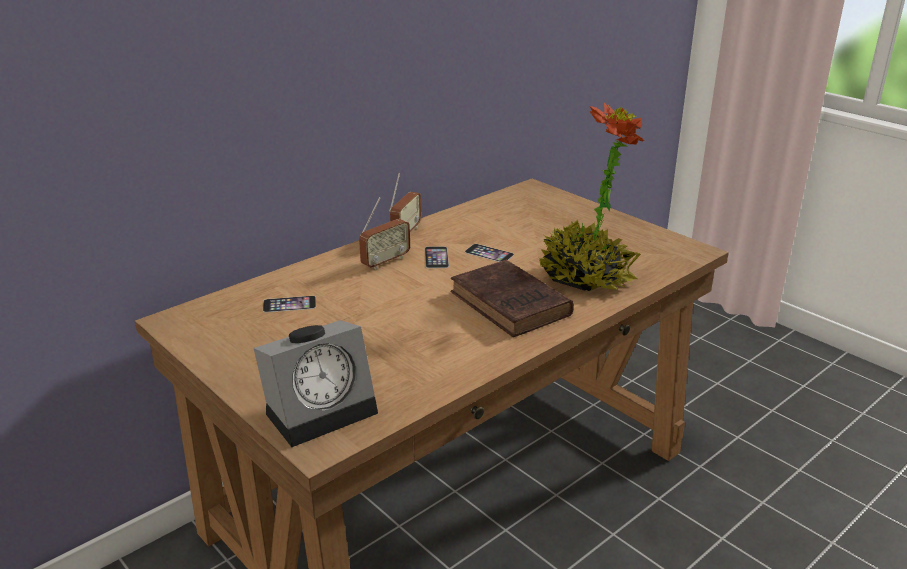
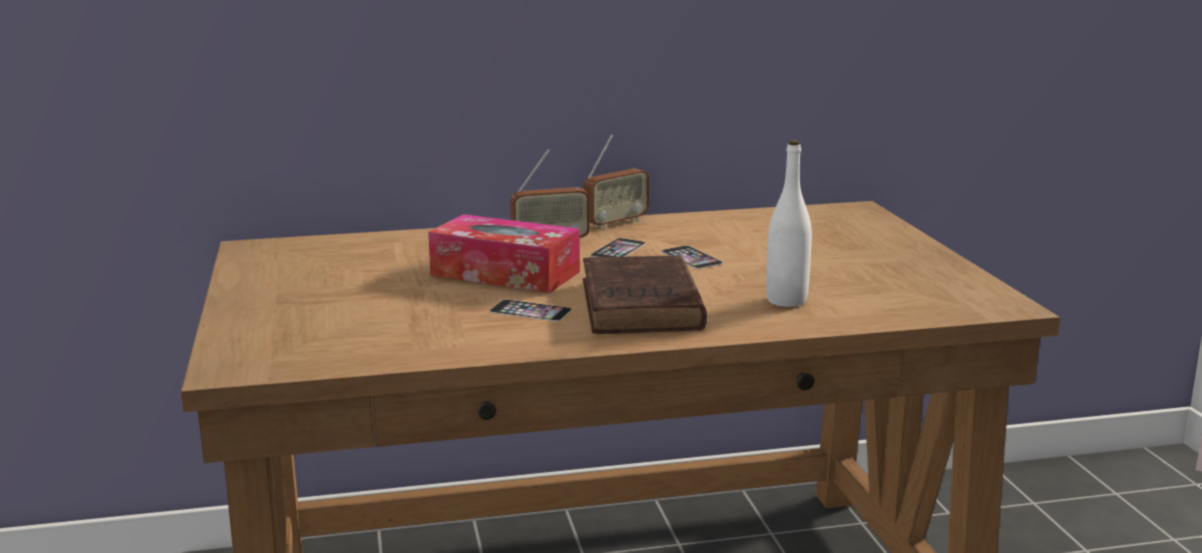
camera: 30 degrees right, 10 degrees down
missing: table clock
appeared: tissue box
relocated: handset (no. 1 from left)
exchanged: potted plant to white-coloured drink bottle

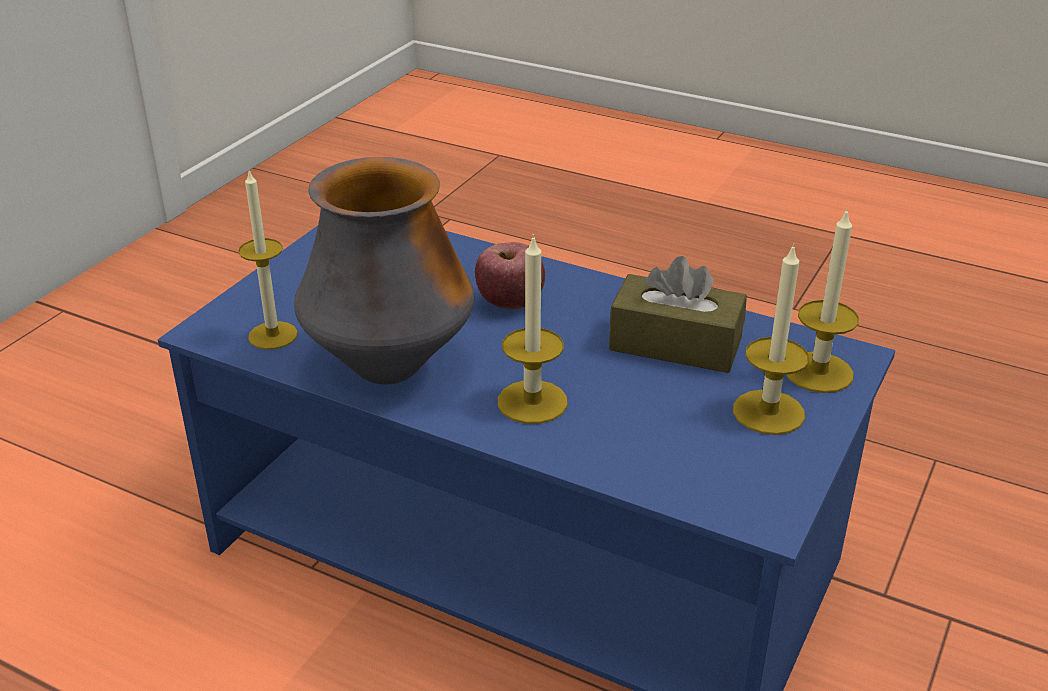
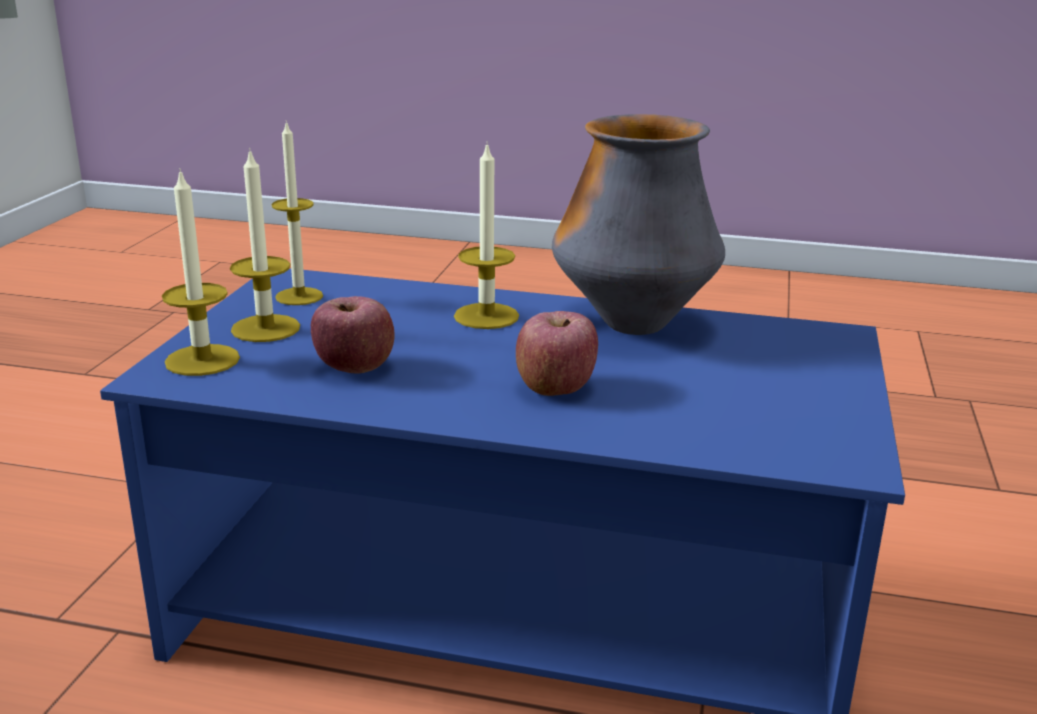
camera: 165 degrees right, 10 degrees down
relocated: wax light (no. 1 from left in the first image) to wax light (no. 3 from left)
exchanged: brownish tissue box to apple fruit (no. 1 from left)

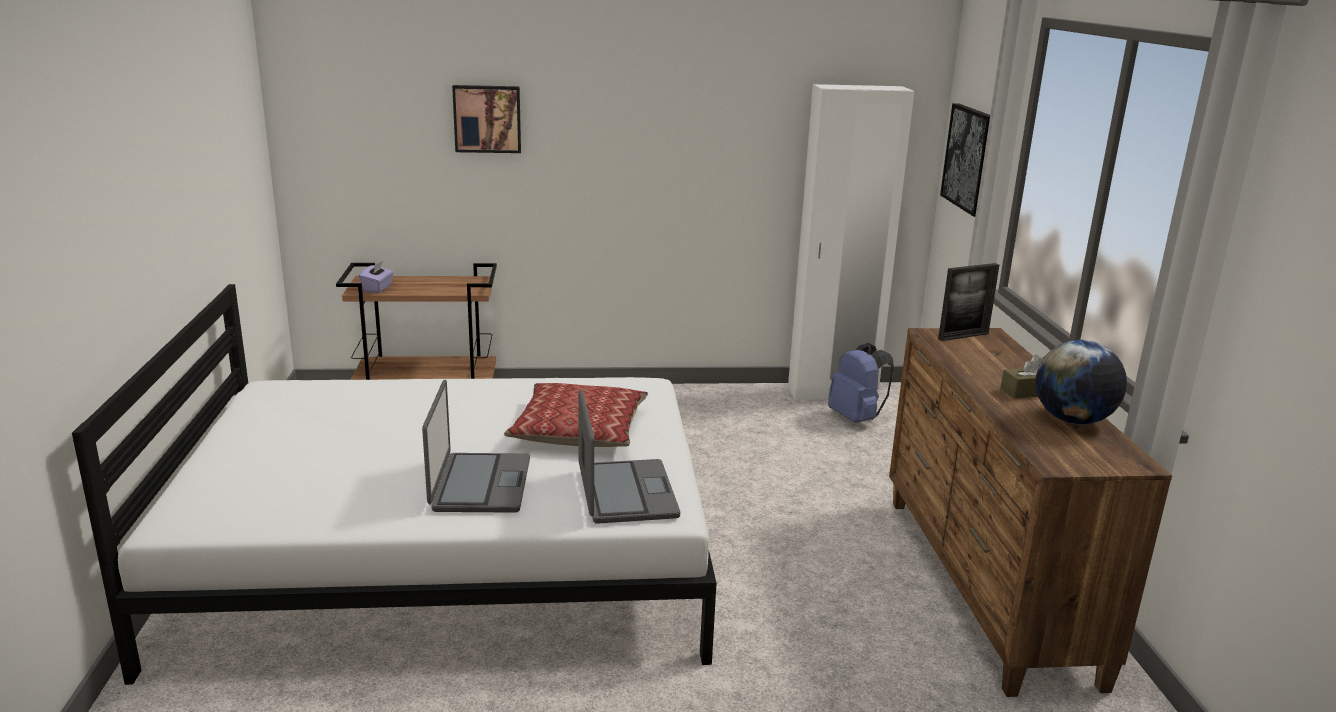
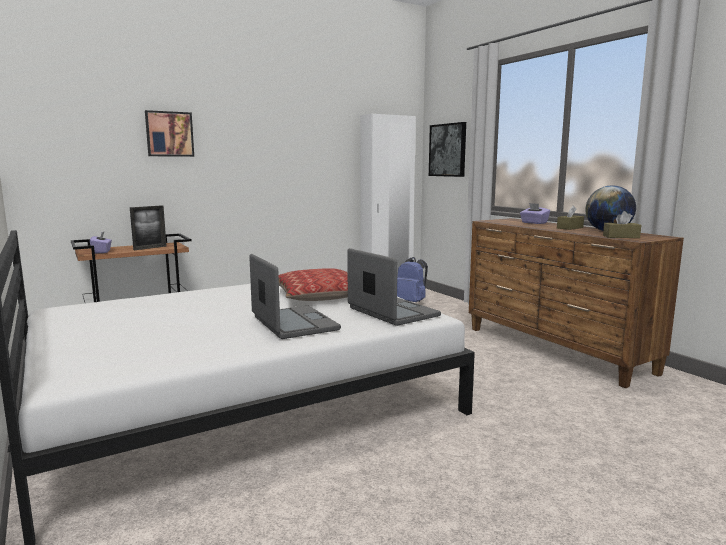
camera: 25 degrees left, 10 degrees down
appeared: purplish tissue box (no. 2 from left); brownish tissue box (no. 2 from left)
relocated: picture frame

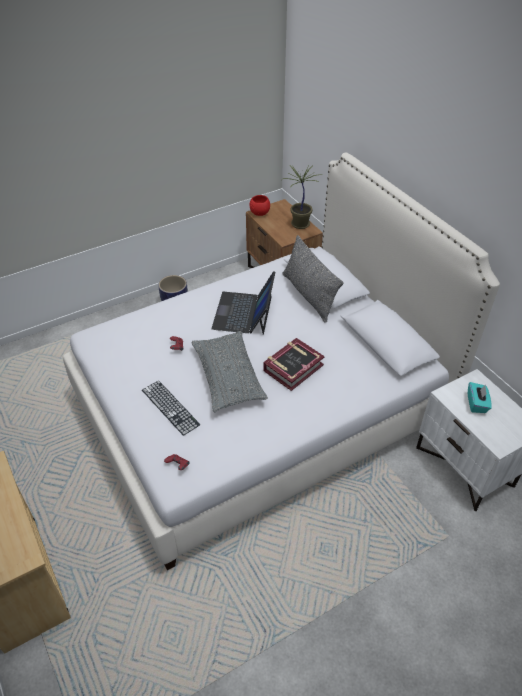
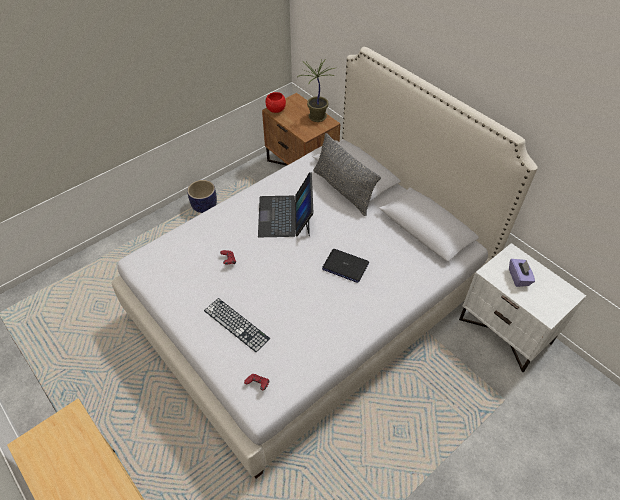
camera: 10 degrees left, 5 degrees up
missing: grey throw pillow (no. 1 from left)
exchanged: book to laptop (no. 2 from left)
colour: turquoise-coloured tissue box to purplish tissue box

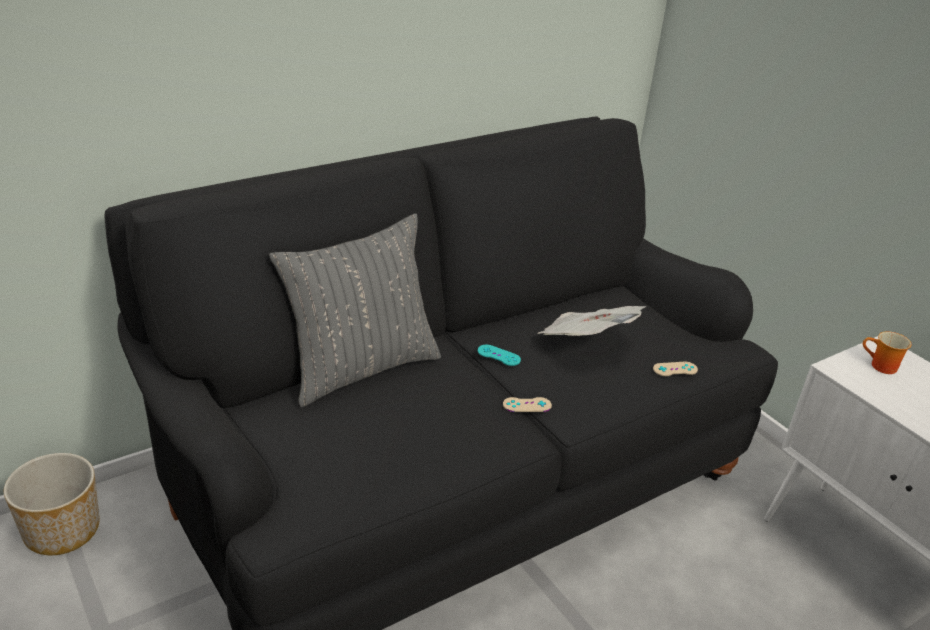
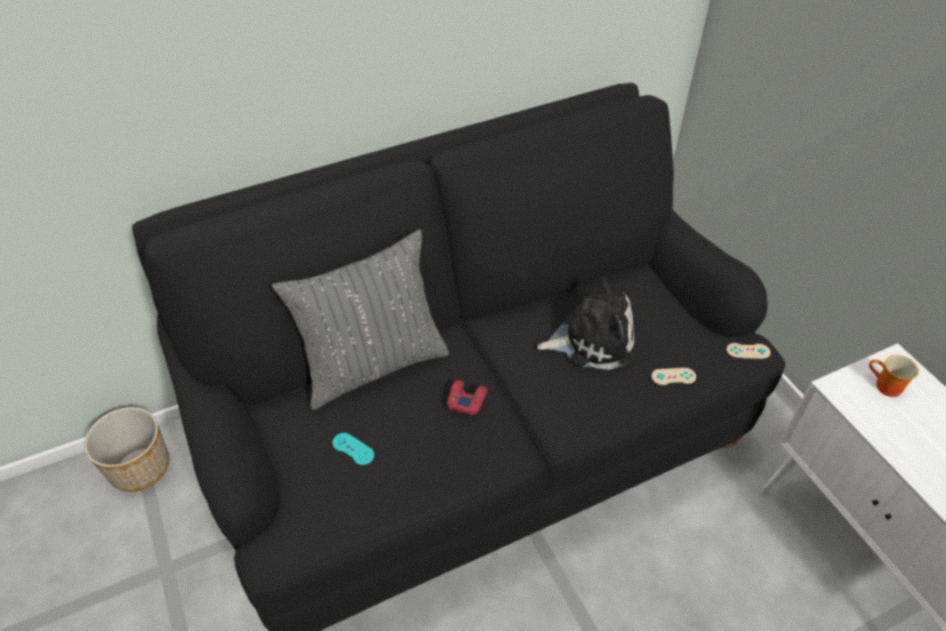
camera: 10 degrees right, 15 degrees up
appeared: red gamepad
relocated: turquoise-coloured gamepad; beige gamepad (no. 1 from left in the first image) to beige gamepad (no. 2 from left)
exchanged: printed paper to cuddly toy

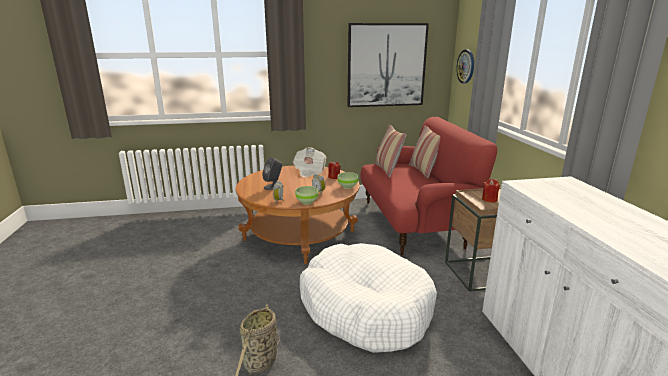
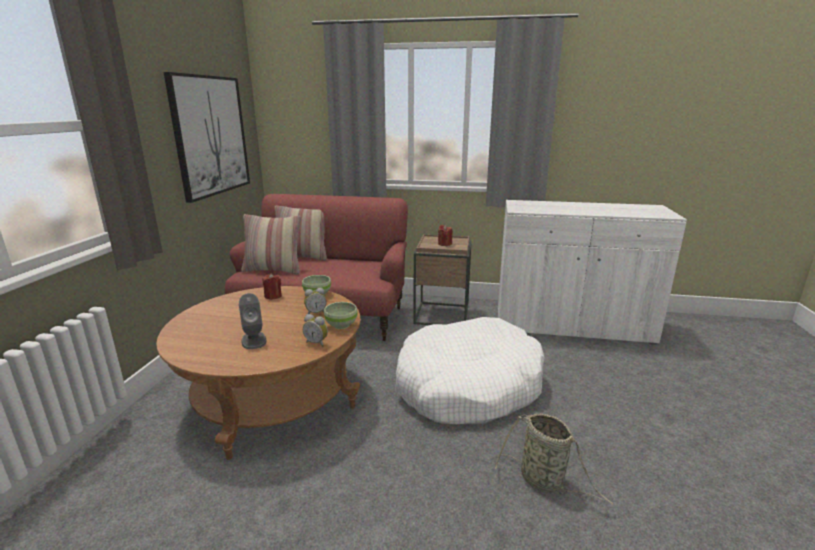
camera: 70 degrees left, 0 degrees up
missing: printed paper; clock on the wall

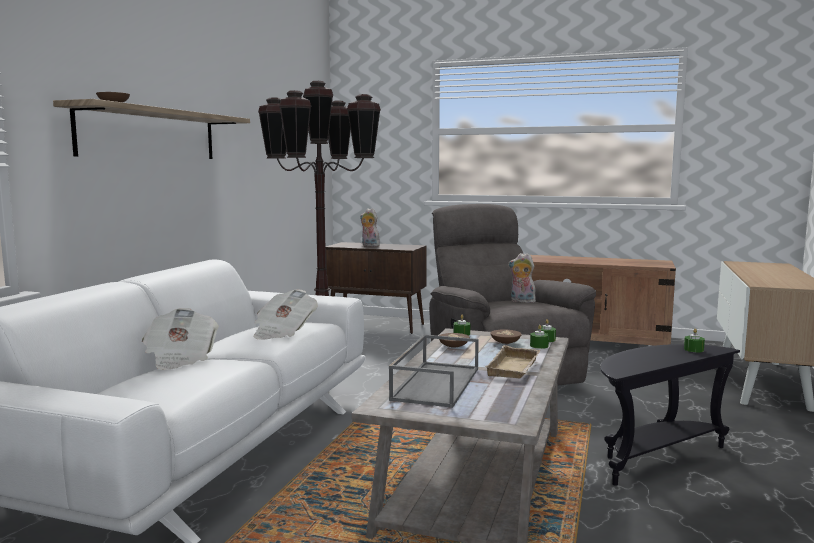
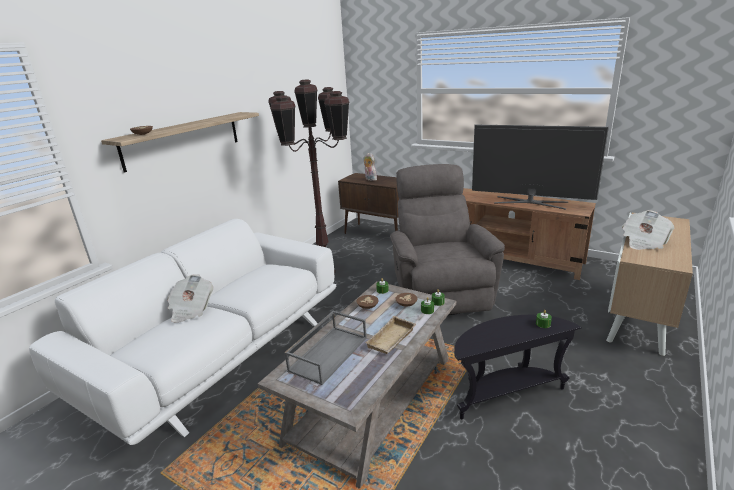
camera: 15 degrees right, 15 degrees up
missing: cuddly toy (no. 2 from left)
appeared: television
relocated: printed paper (no. 2 from left)

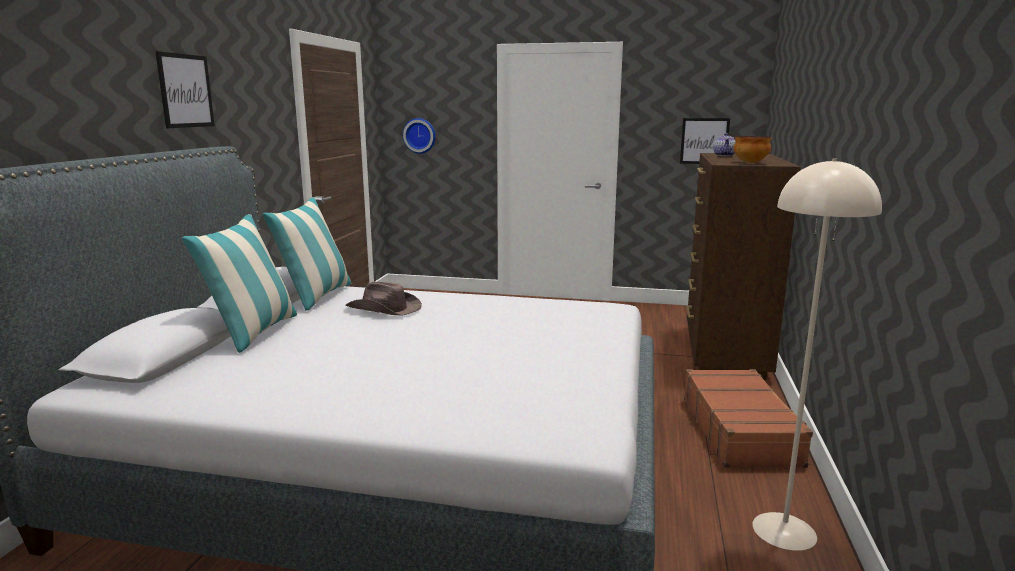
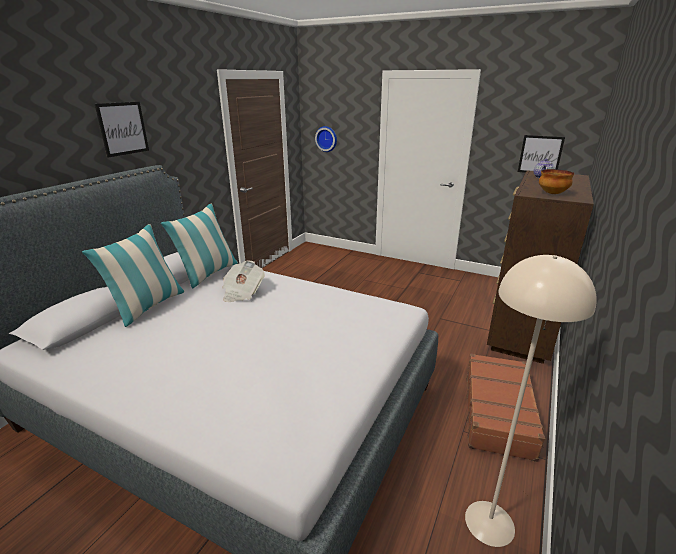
camera: 15 degrees right, 10 degrees up
exchanged: brownish clothing hat to printed paper

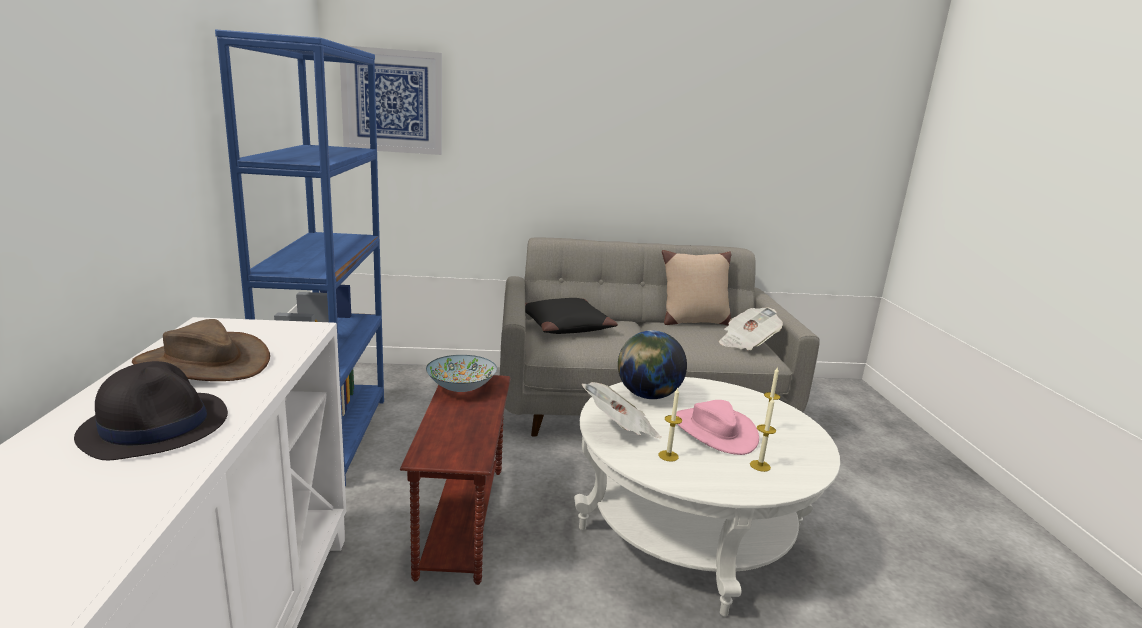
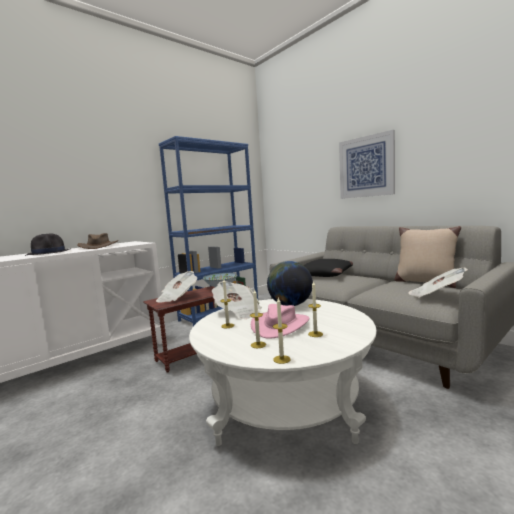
camera: 55 degrees right, 10 degrees down
appeared: printed paper (no. 1 from left); wax light (no. 3 from left)
relocated: picture

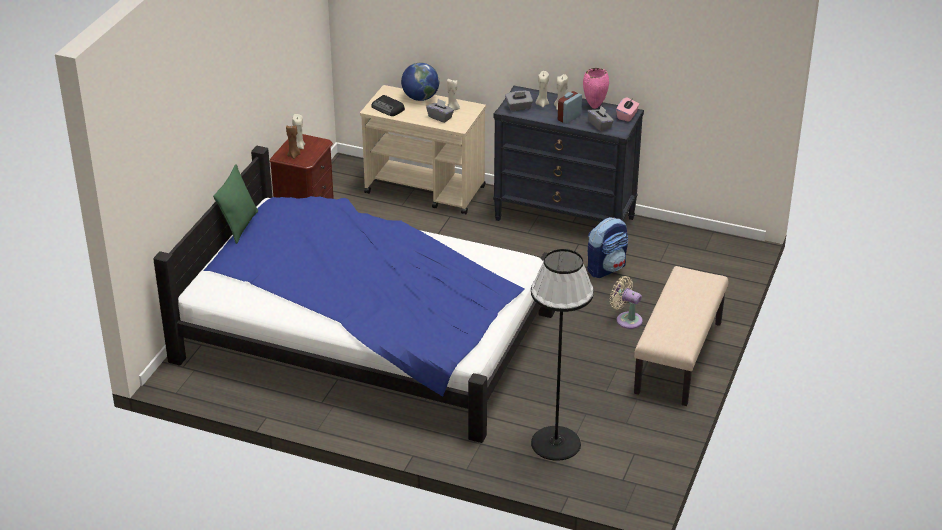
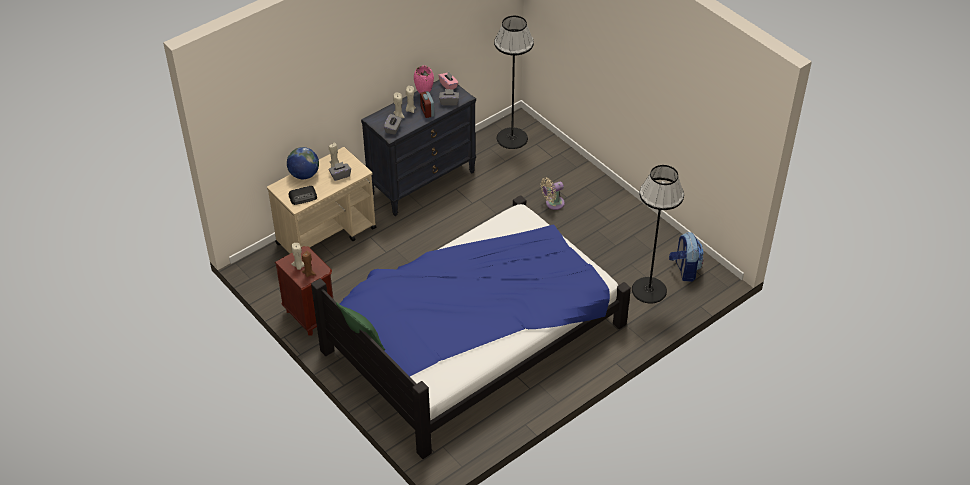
camera: 60 degrees left, 10 degrees up
missing: beige long seat
appeared: black standing lamp (no. 1 from left)
relocated: rucksack

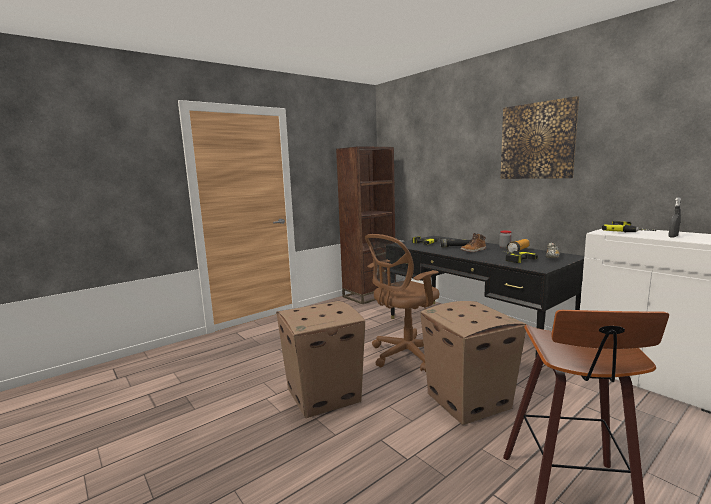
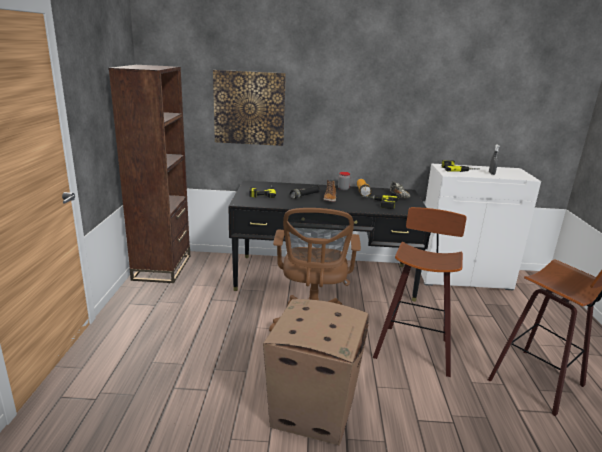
camera: 50 degrees left, 10 degrees up
relocated: picture
exchanged: packing box (no. 2 from left) to sitting stool (no. 1 from left)

